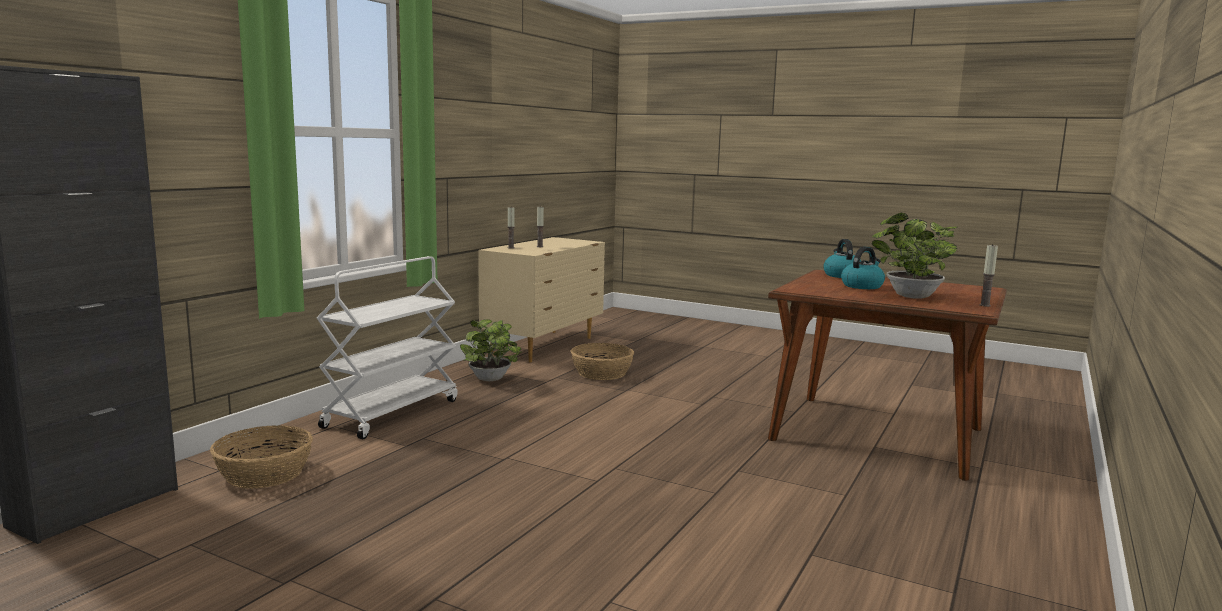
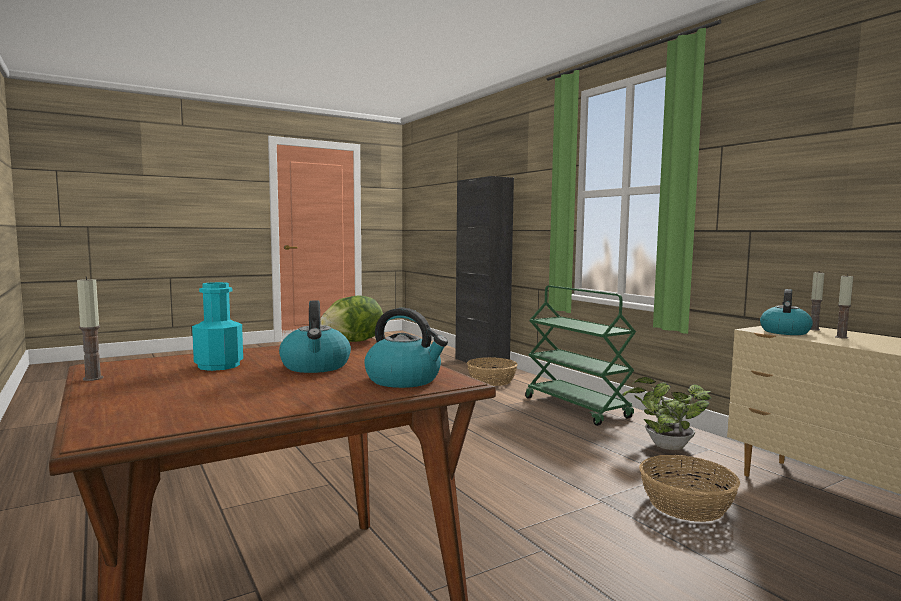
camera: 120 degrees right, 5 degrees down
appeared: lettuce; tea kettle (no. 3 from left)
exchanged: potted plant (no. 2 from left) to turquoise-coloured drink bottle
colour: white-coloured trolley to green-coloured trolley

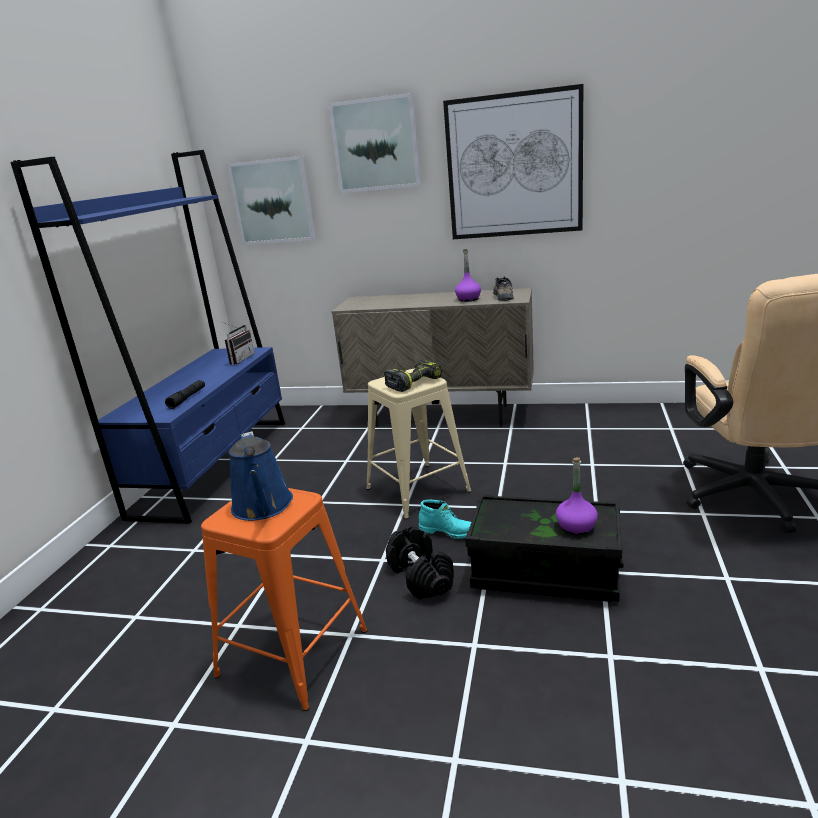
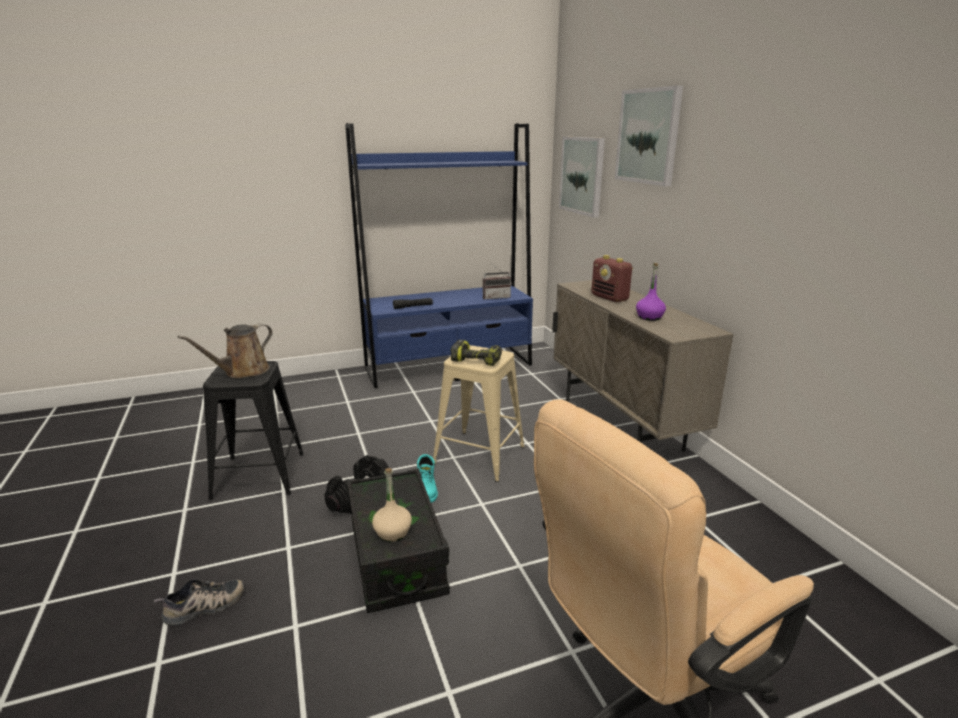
camera: 55 degrees right, 0 degrees up
missing: picture (no. 3 from left)
appeared: radio set (no. 2 from left)
relocated: item of footwear
colour: blue watering can to brownish watering can; orange-coloured sitting stool to black sitting stool; purplish drink bottle (no. 2 from left) to beige drink bottle

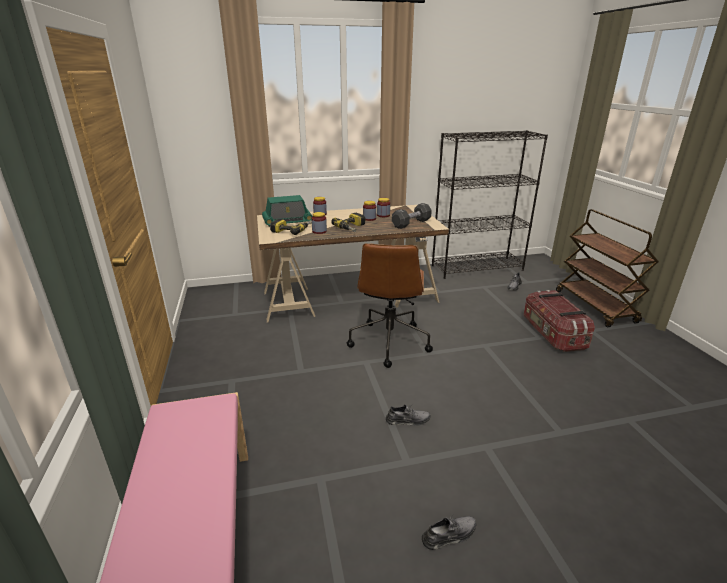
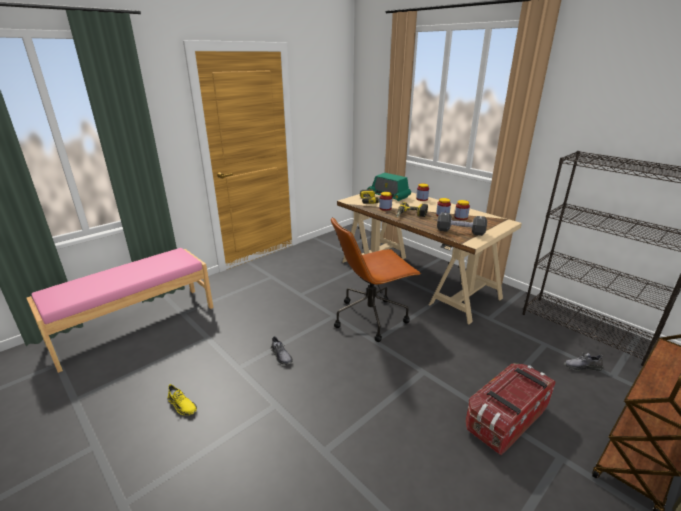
camera: 60 degrees right, 0 degrees up
colour: grey item of footwear (no. 2 from left) to yellow-coloured item of footwear

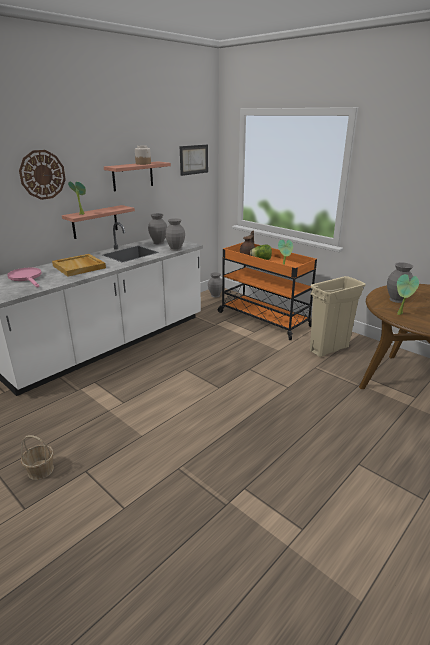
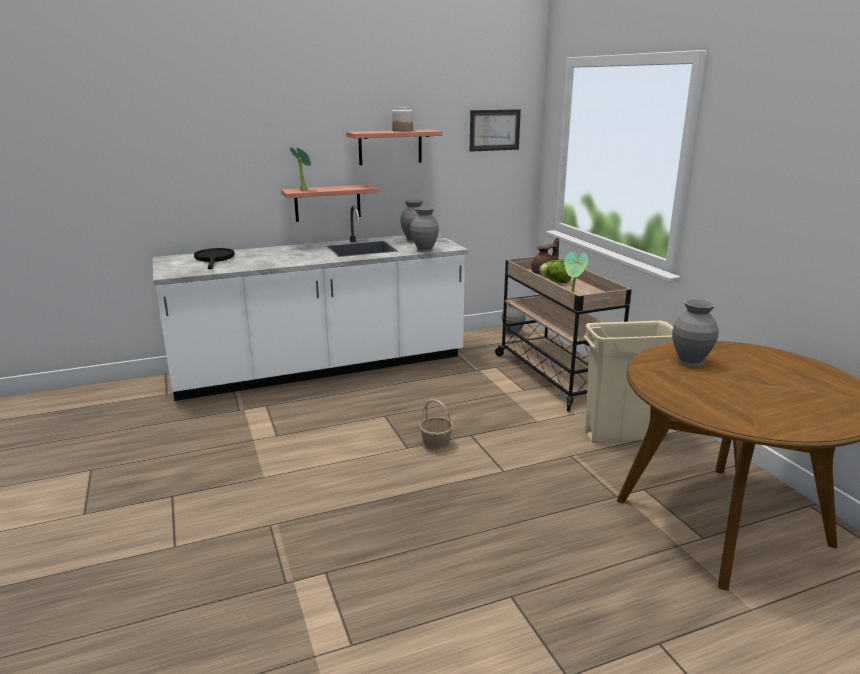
camera: 25 degrees right, 5 degrees down
missing: clock on the wall; beige carrying tray; potted plant (no. 3 from left)
relocated: household basket
colour: pink frying pan to black frying pan; orange-coloured trolley to beige trolley

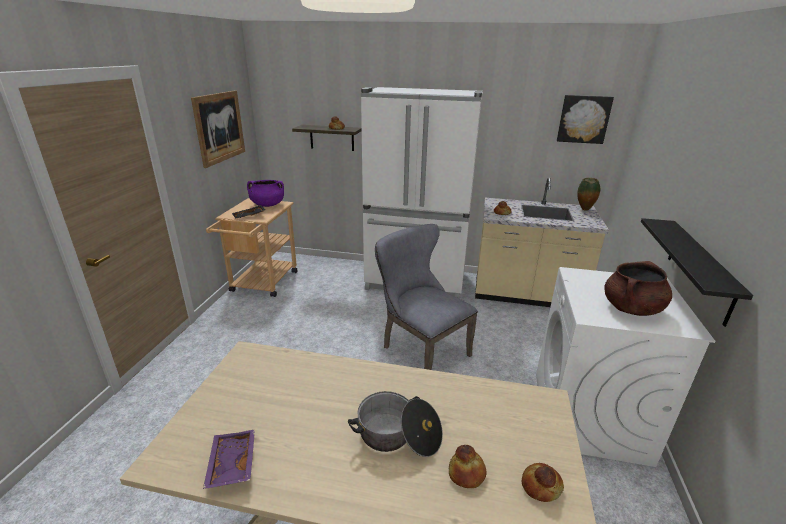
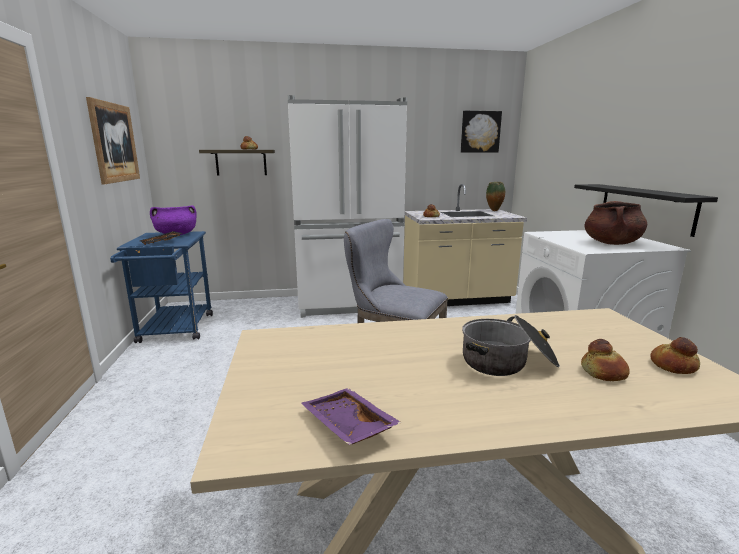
camera: 20 degrees left, 10 degrees down
colour: beige trolley to blue trolley

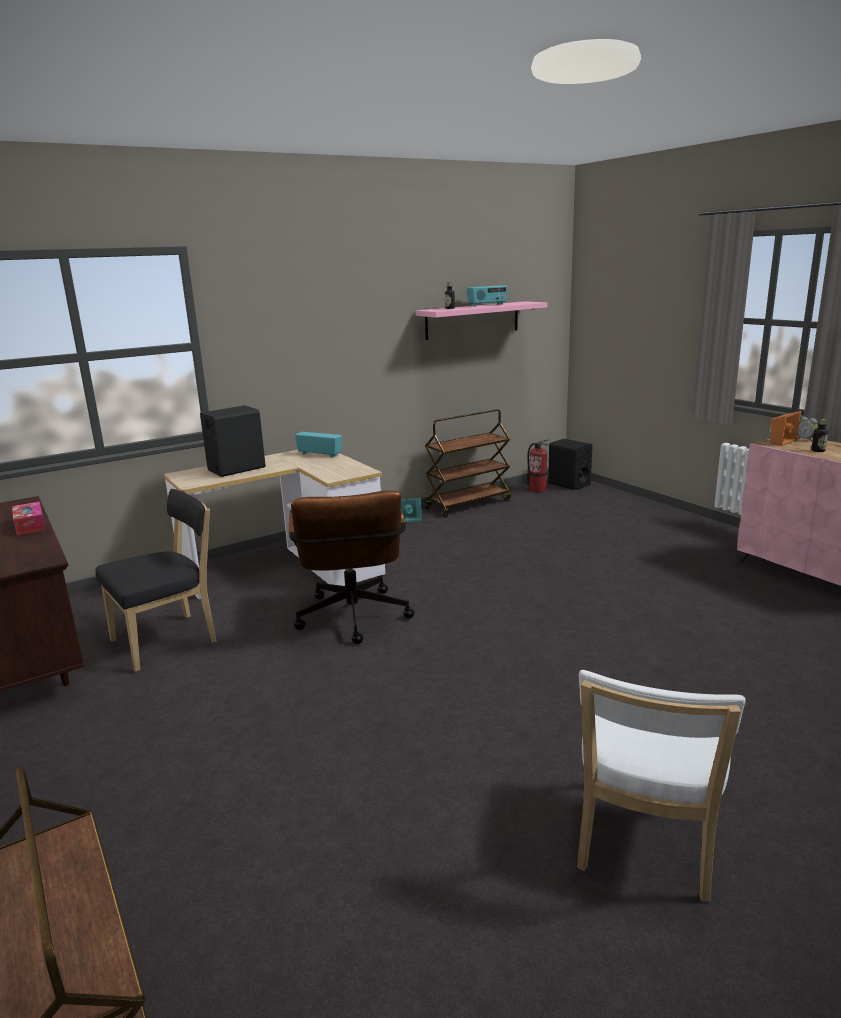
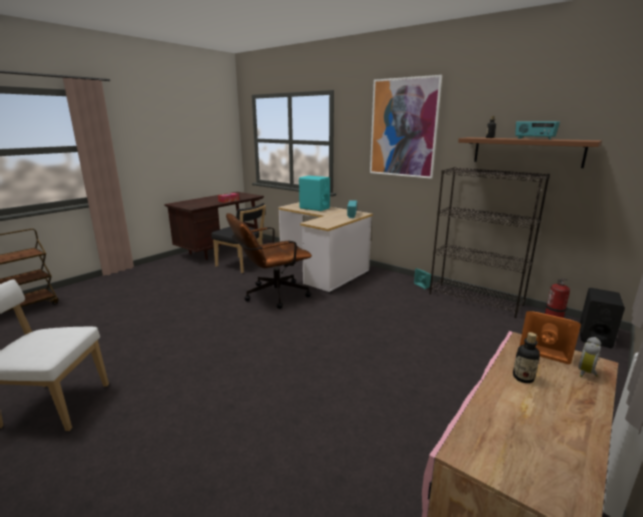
camera: 70 degrees right, 0 degrees up
appeared: picture
exchanged: brownish trolley (no. 2 from left) to black bookshelf
colour: black loudspeaker (no. 1 from left) to turquoise-coloured loudspeaker (no. 1 from left); pink bracket shelf to brownish bracket shelf

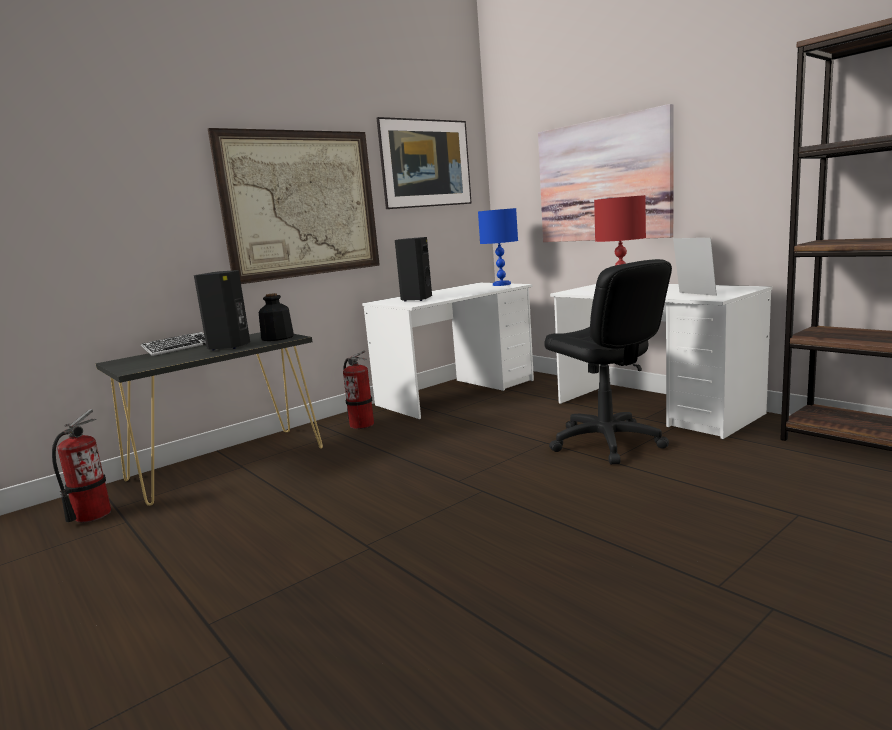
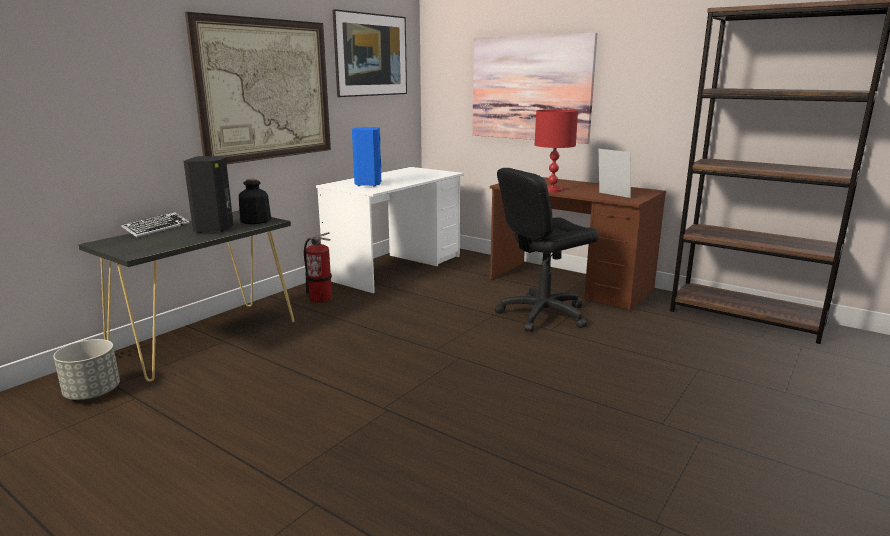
camera: 15 degrees left, 5 degrees up
missing: blue tabletop lamp
exchanged: fire-fighting cylinder (no. 1 from left) to grey planter
colour: black loudspeaker (no. 2 from left) to blue loudspeaker; white-coloured desk (no. 2 from left) to brownish desk
spun: black computer chair 105 degrees clockwise

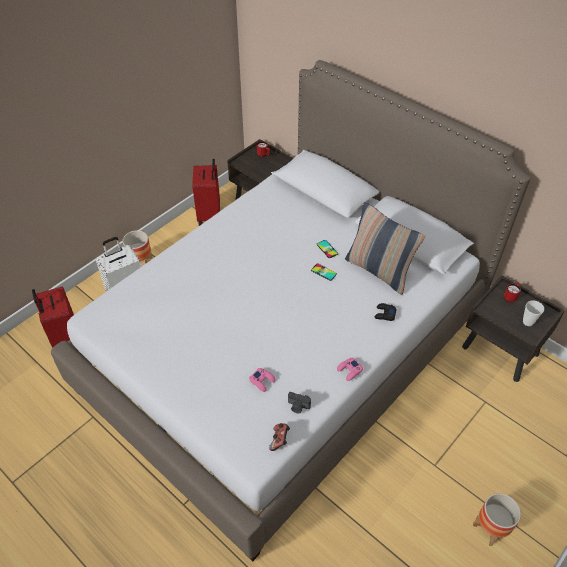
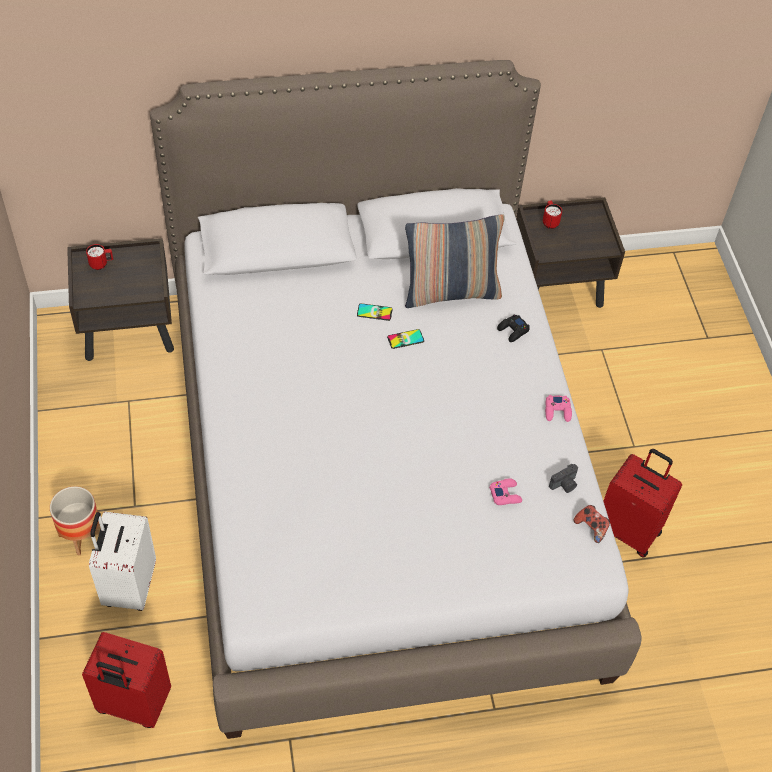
camera: 55 degrees left, 5 degrees up
missing: planter (no. 2 from left); small cup
relocated: red suitcase (no. 2 from left)

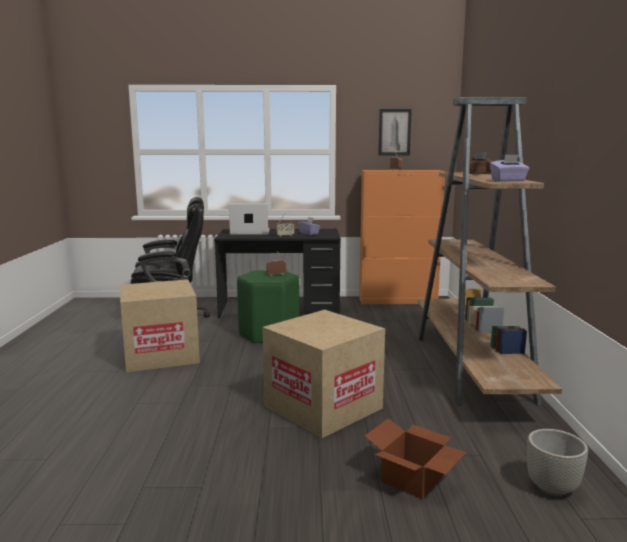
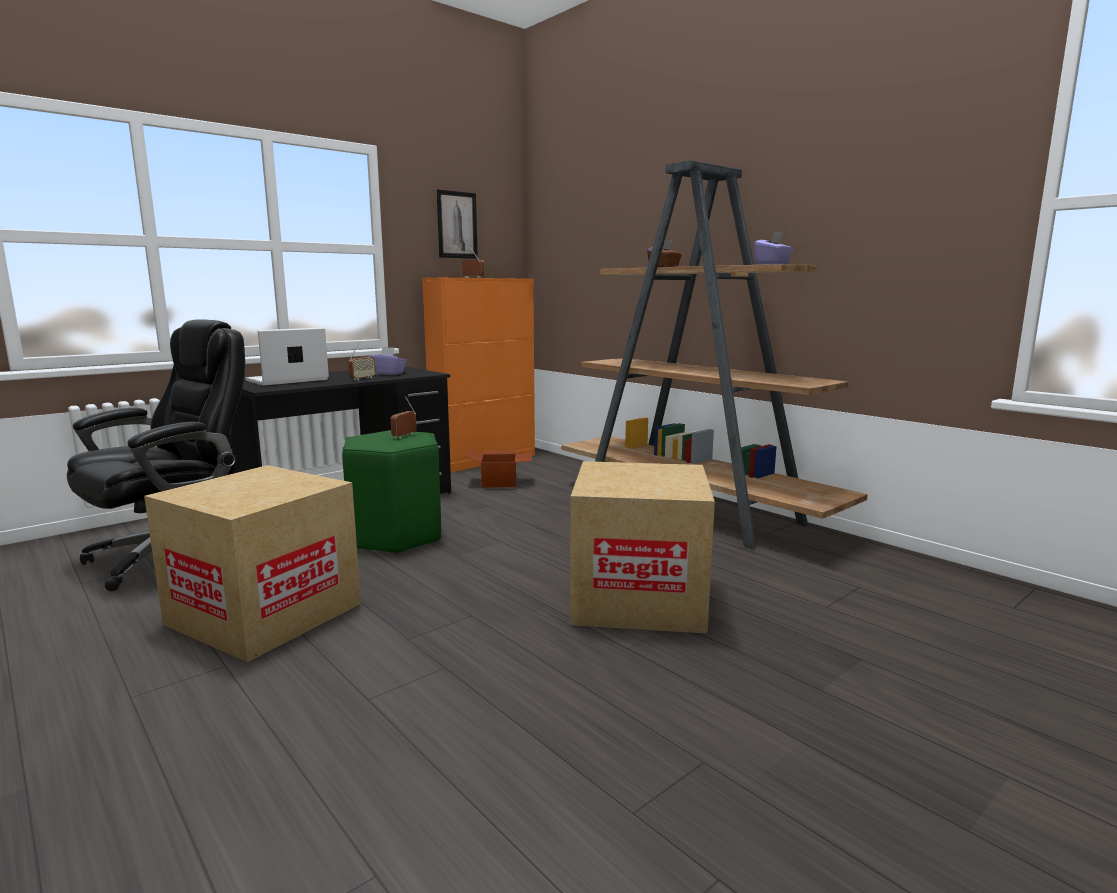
camera: 40 degrees left, 0 degrees up
missing: grey planter
relocated: packing box (no. 3 from left in the first image) to packing box (no. 2 from left)

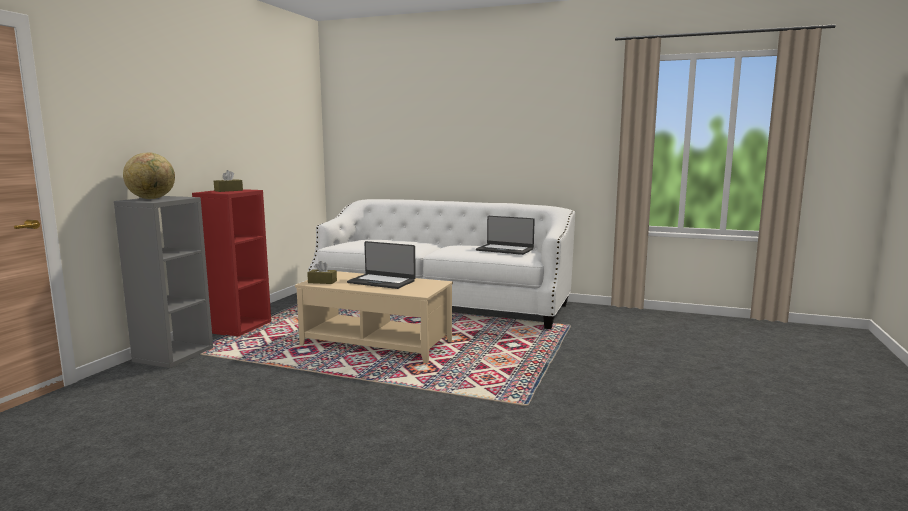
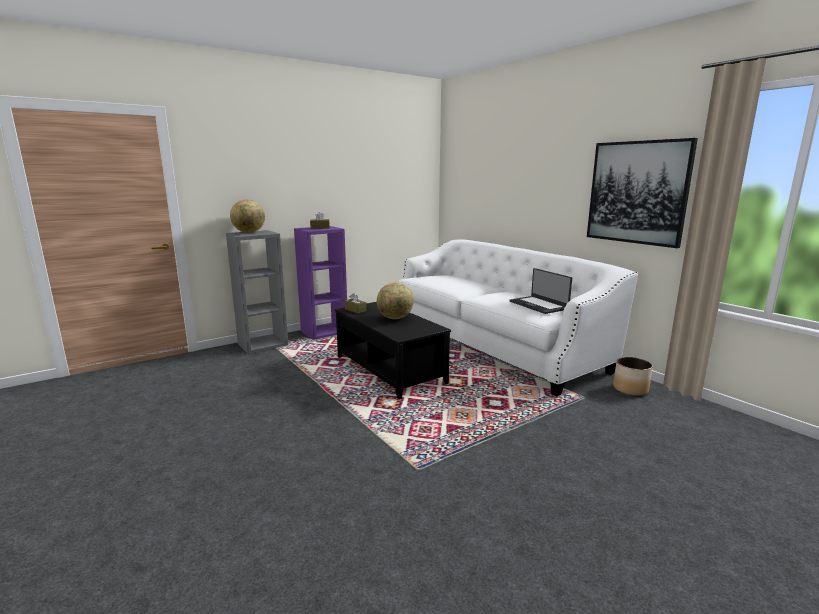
camera: 35 degrees right, 5 degrees up
appeared: picture; planter
exchanged: laptop (no. 1 from left) to desk globe (no. 2 from left)
colour: red bookshelf to purplish bookshelf; beige coffee table to black coffee table

